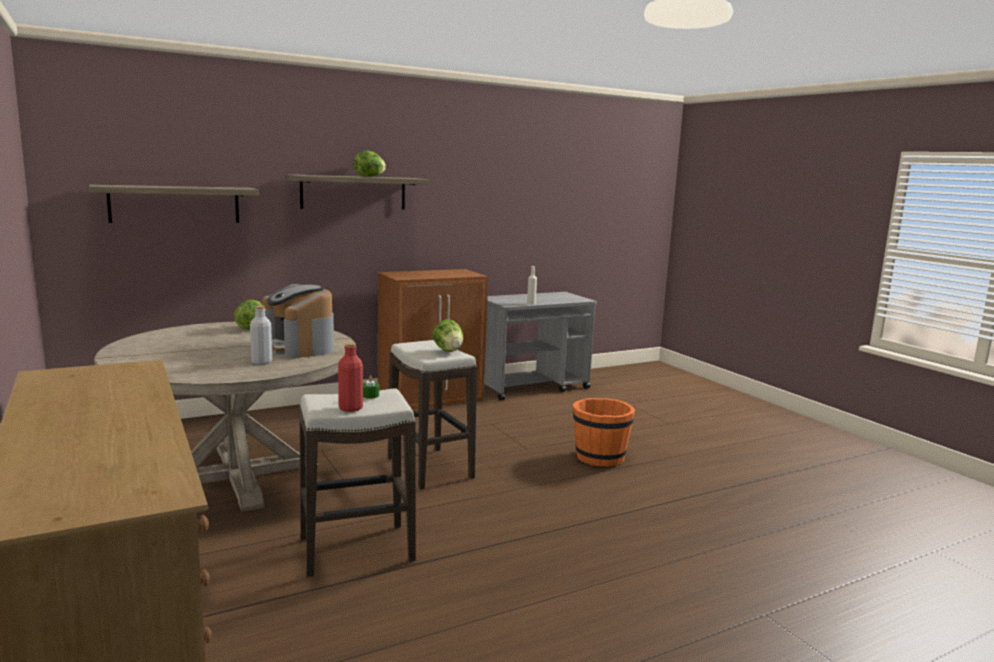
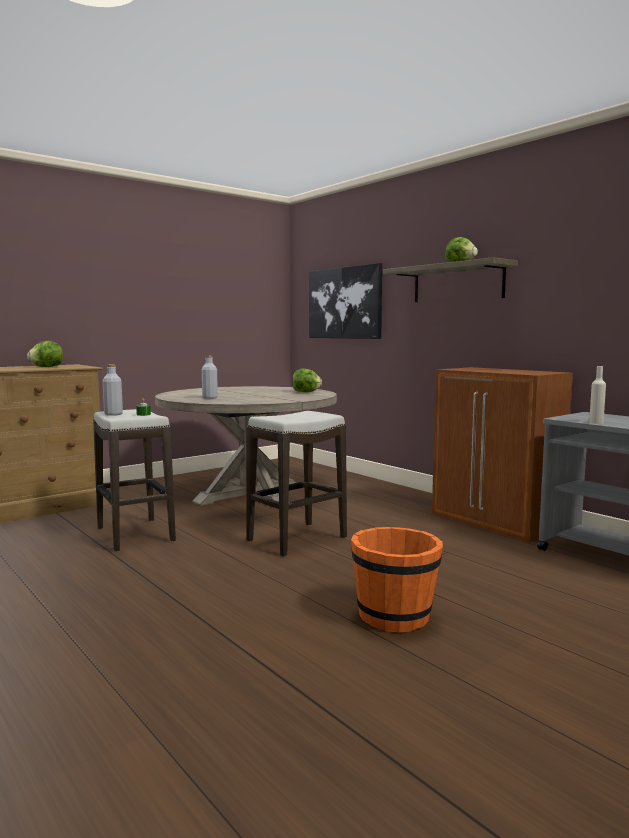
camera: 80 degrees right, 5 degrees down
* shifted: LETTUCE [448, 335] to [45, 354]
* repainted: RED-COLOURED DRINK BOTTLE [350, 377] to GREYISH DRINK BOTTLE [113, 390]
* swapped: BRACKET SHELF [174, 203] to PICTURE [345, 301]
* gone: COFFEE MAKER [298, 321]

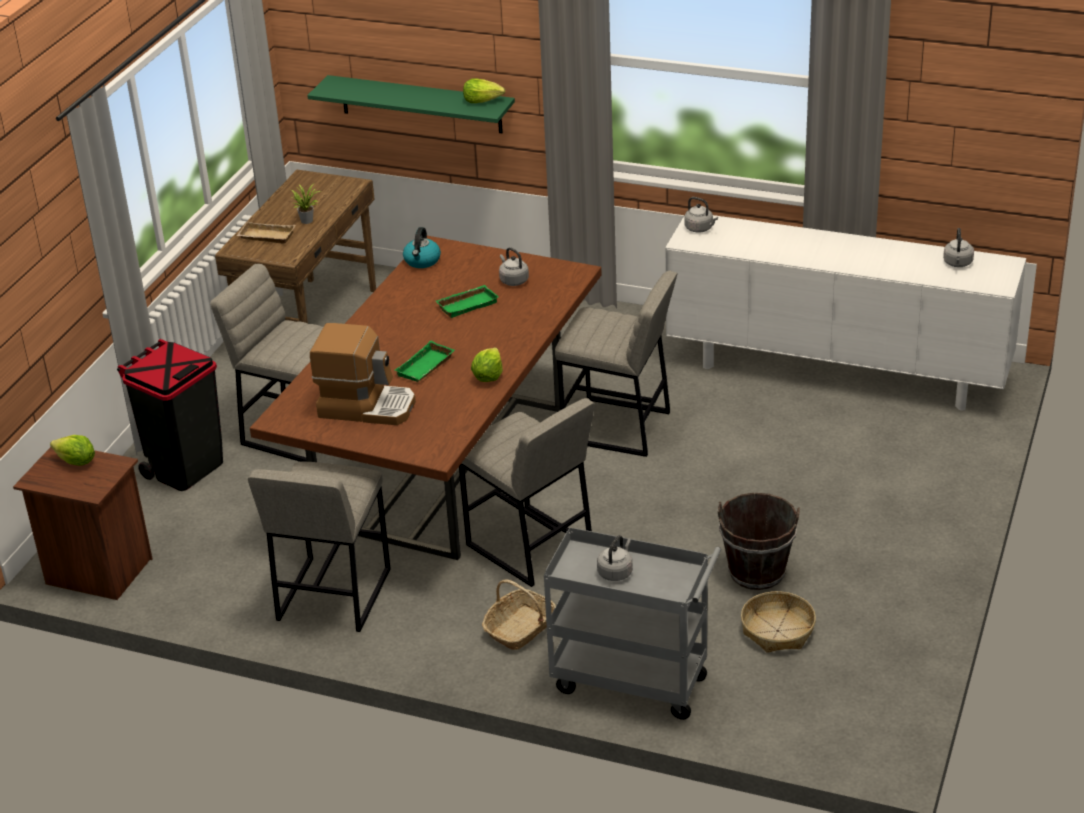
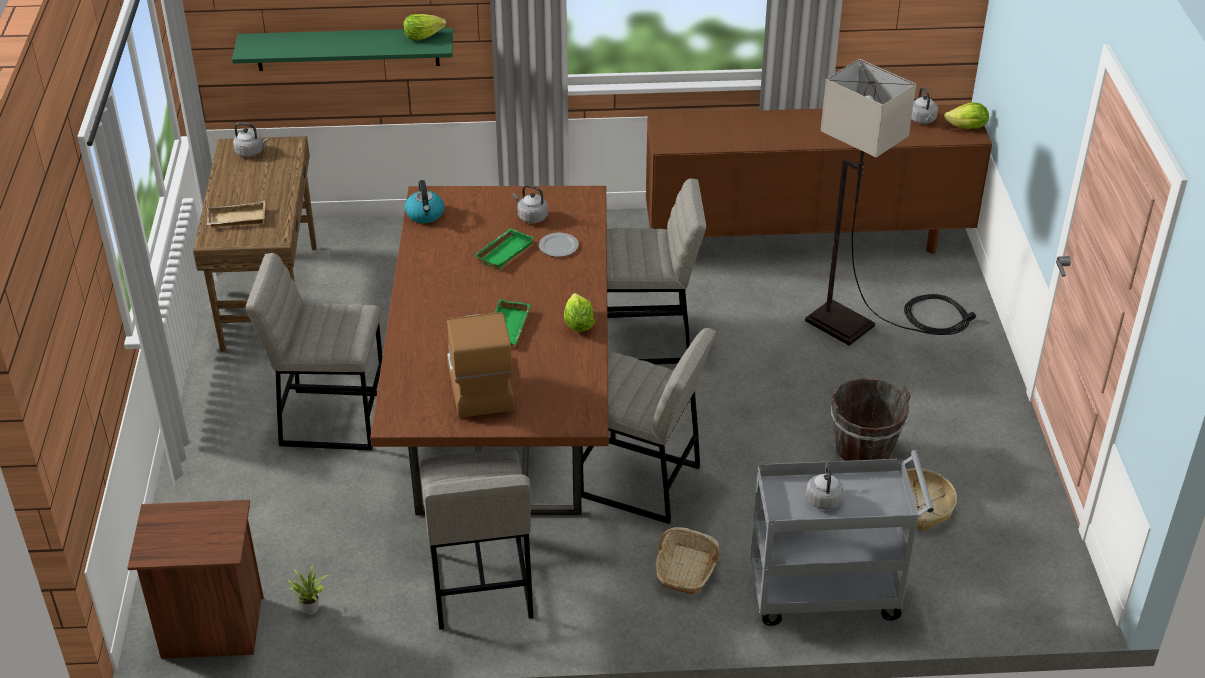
camera: 25 degrees left, 5 degrees up
* shifted: GREYISH TEA KETTLE [701, 214] to [250, 140]
* shifted: POTTED PLANT [305, 204] to [307, 589]
* rotated: COFFEE MAKER [363, 374] = [480, 365] 90 degrees counterclockwise
* new: FLAT DISH [559, 245]
* repainted: WHITISH STORAGE CABINET [845, 313] to BROWN STORAGE CABINET [819, 179]
* new: FLOOR LAMP [890, 202]
* shifted: LETTUCE [72, 450] to [966, 116]
* gone: BLACKISH TRASH CAN [170, 415]

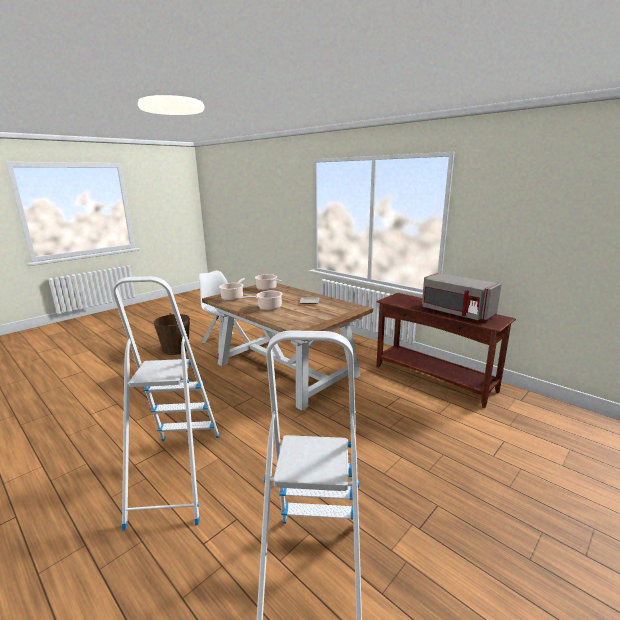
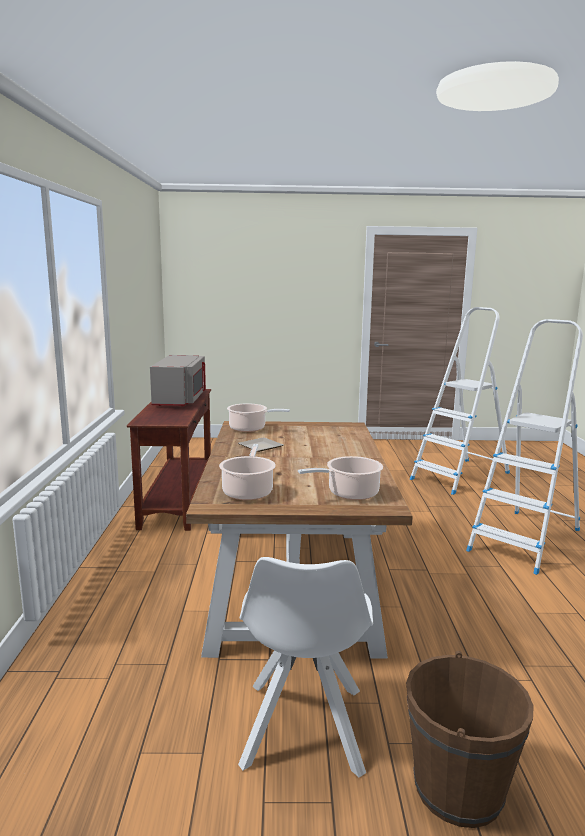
camera: 135 degrees left, 5 degrees down
* shifted: STOCKPOT [261, 300] to [258, 418]

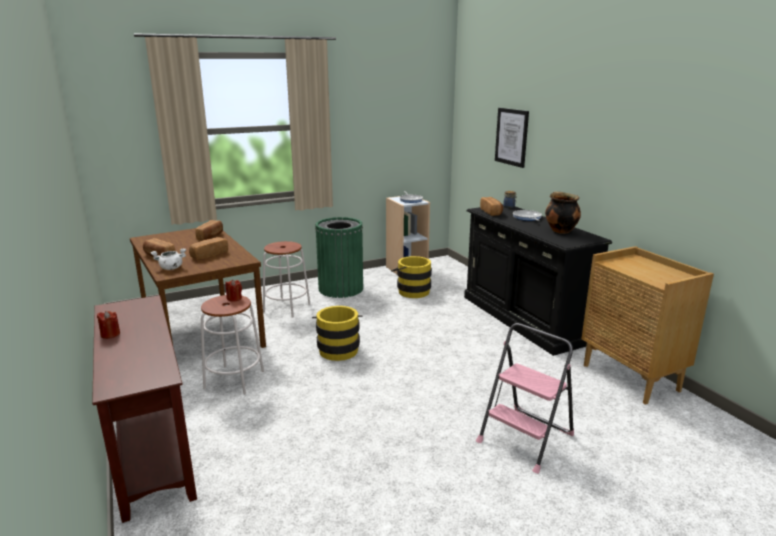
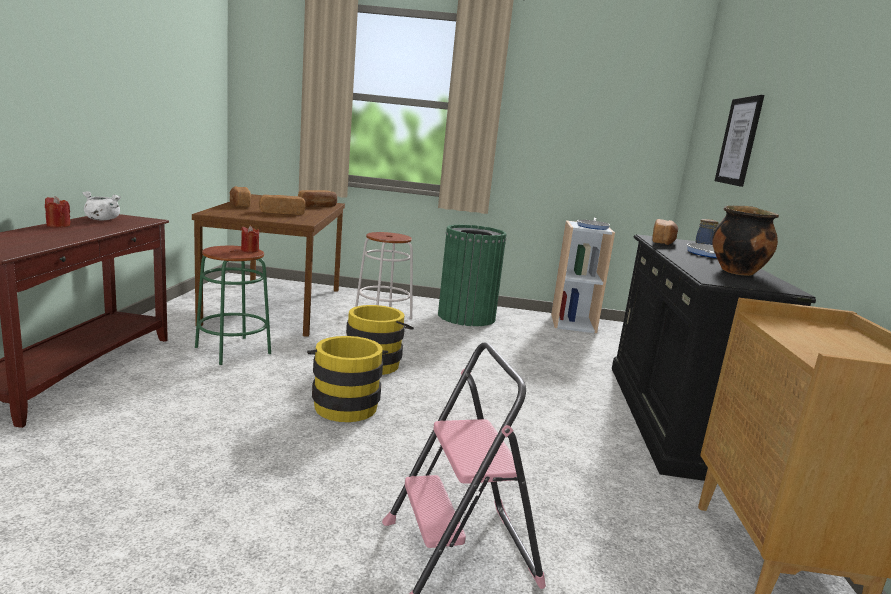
camera: 30 degrees right, 5 degrees down
* shifted: WHITISH STOCKPOT [168, 259] to [101, 206]
* repainted: WHITISH SITTING STOOL [232, 345] to GREENISH SITTING STOOL [233, 305]
* shifted: YELLOW-COLOURED PAIL [411, 277] to [347, 379]

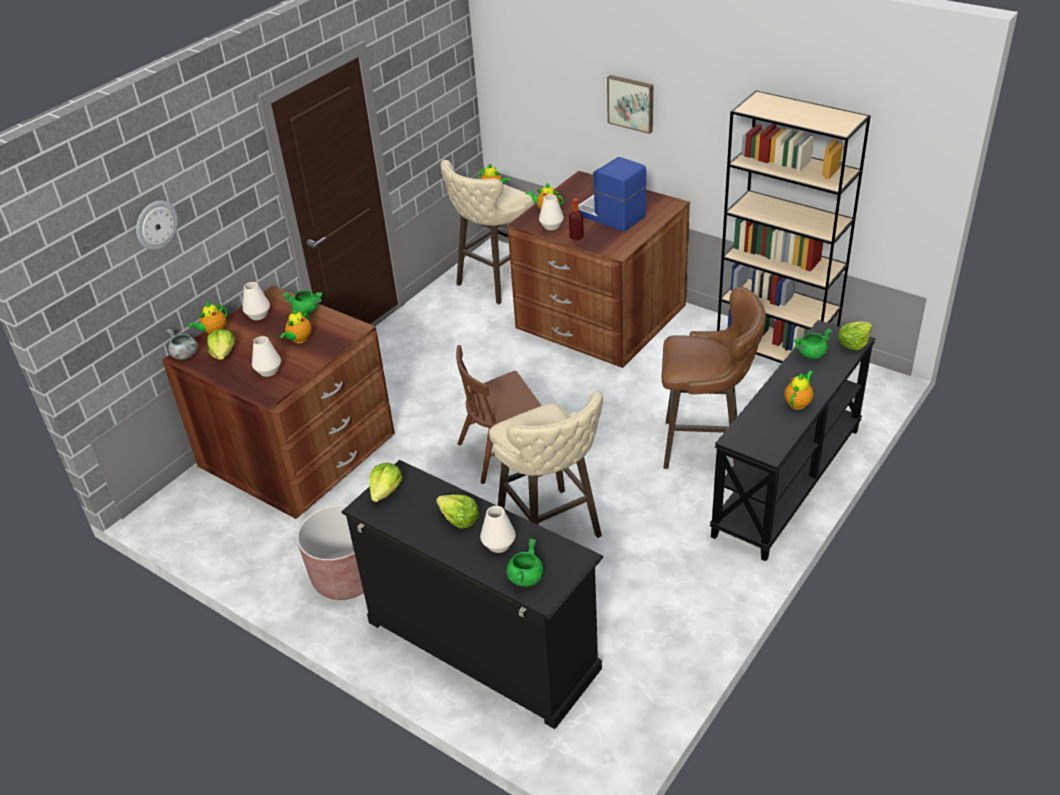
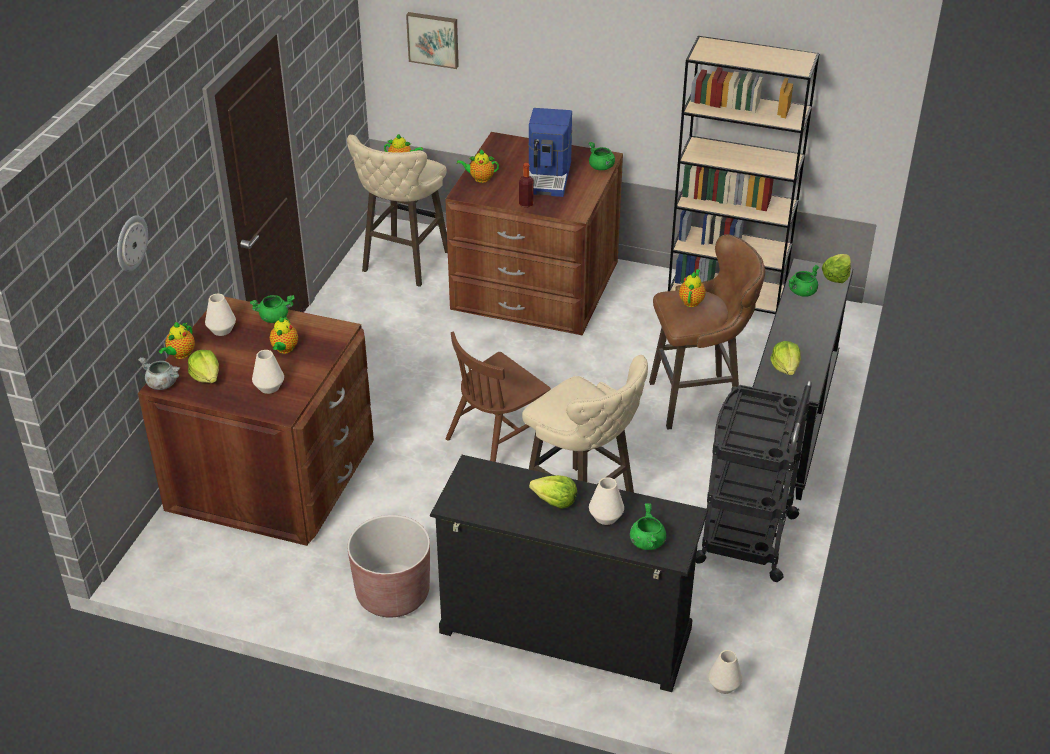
camera: 20 degrees left, 0 degrees up
* shifted: PICTURE [630, 104] to [432, 40]
* rotated: COFFEE MAKER [612, 194] = [550, 152] 105 degrees counterclockwise
* new: GREENISH STOCKPOT [601, 156]
* shifted: TEAPOT [799, 390] to [692, 288]
* new: BLACKISH CART [754, 481]
* shifted: WHITISH DECORATIVE VASE [551, 212] to [725, 672]
* shifted: LETTUCE [386, 482] to [785, 358]

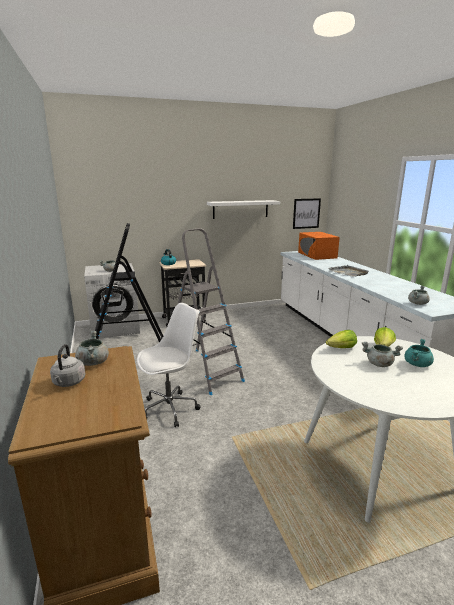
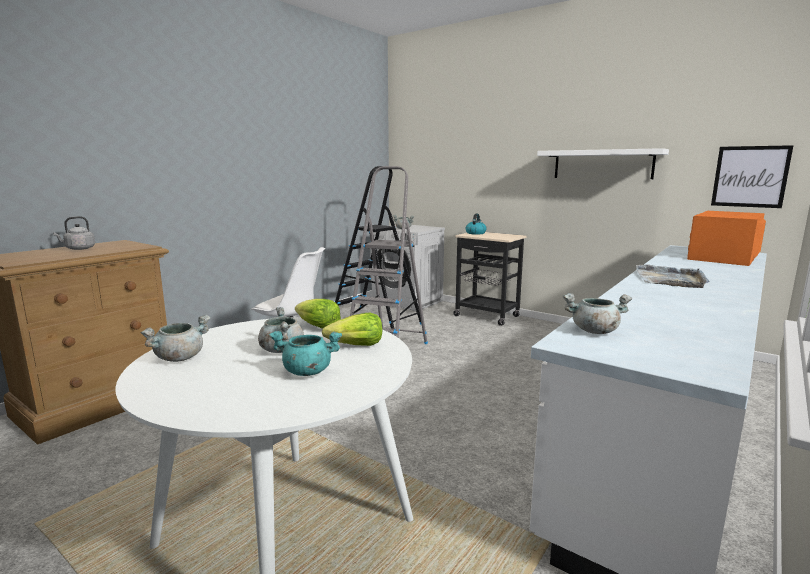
camera: 55 degrees right, 5 degrees down
* shifted: GREYISH STOCKPOT [92, 348] to [176, 338]

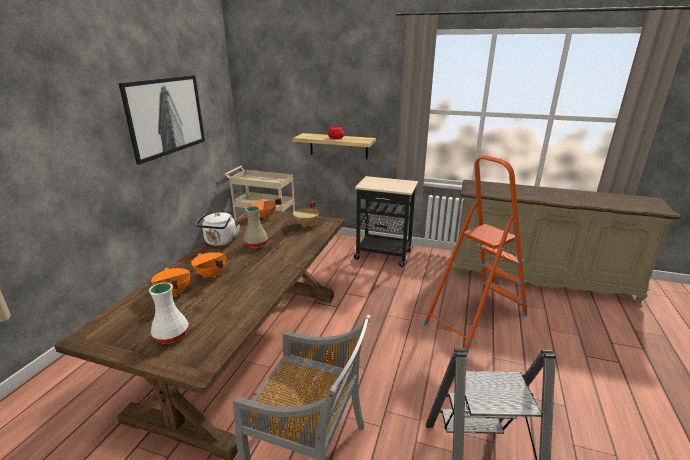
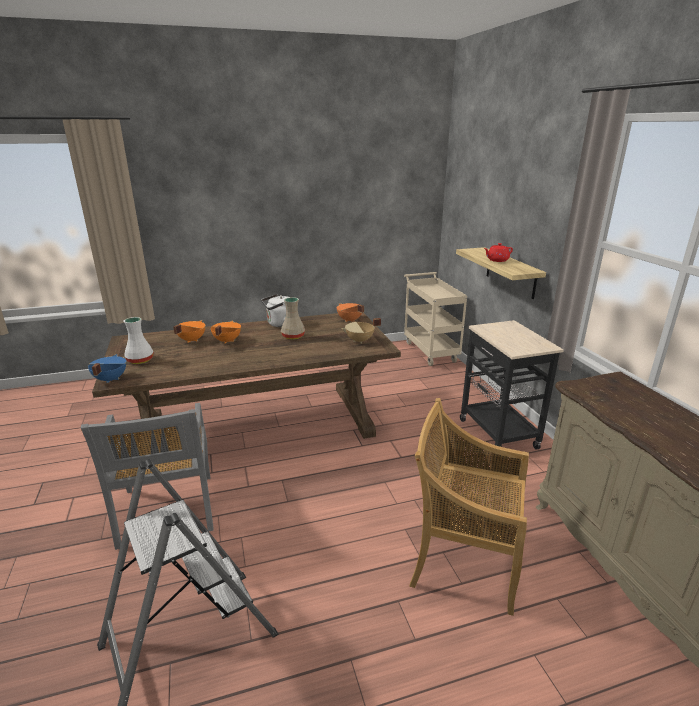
camera: 55 degrees right, 0 degrees up
* new: BLUISH STOCKPOT [107, 368]
* swapped: ORANGE-COLOURED STEP LADDER [475, 254] to BEIGE PLAIN CHAIR [469, 507]
* gone: PICTURE [162, 120]

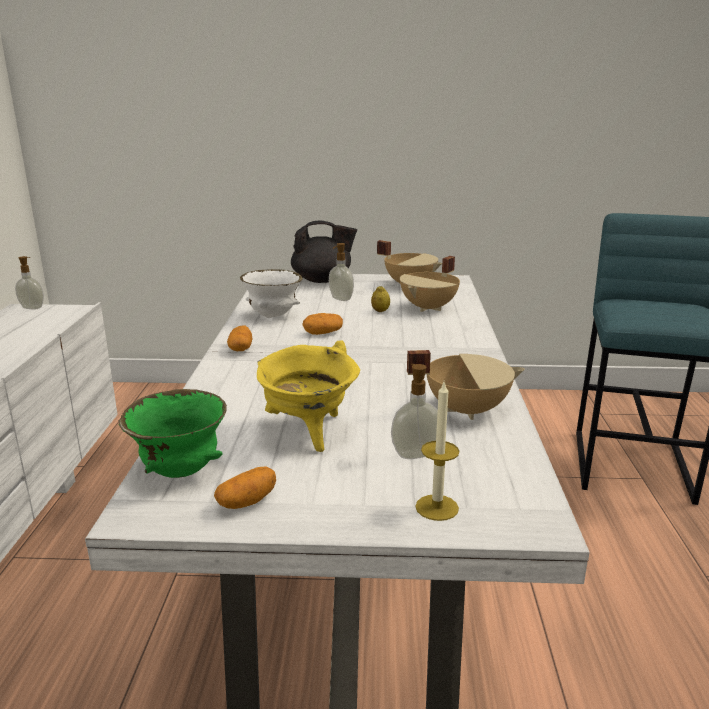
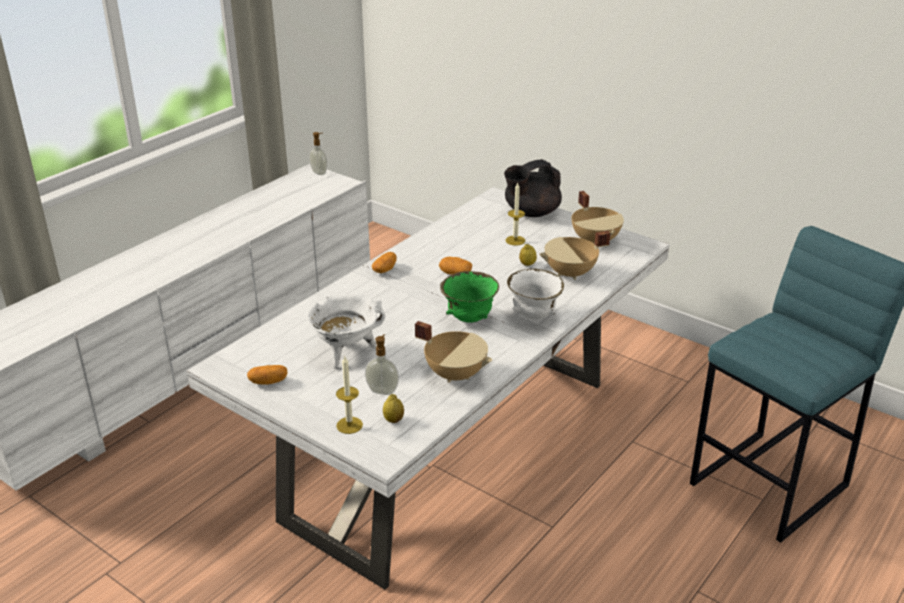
camera: 35 degrees right, 10 degrees up
* repainted: YELLOW-COLOURED STOCKPOT [308, 396] to WHITISH STOCKPOT [345, 330]
* new: WHOLE LEMON [393, 408]
* shifted: GREENISH DEEP DISH [173, 433] to [469, 297]
* rotated: BLACKISH TEAPOT [324, 251] = [533, 188] 120 degrees clockwise
* swapped: LIQUID SOAP BOTTLE [341, 272] to WAX CANDLE [515, 214]
* shifted: WHITISH DEEP DISH [271, 293] to [535, 294]

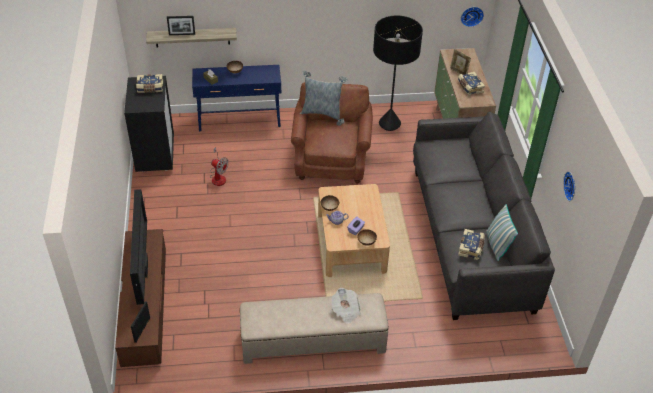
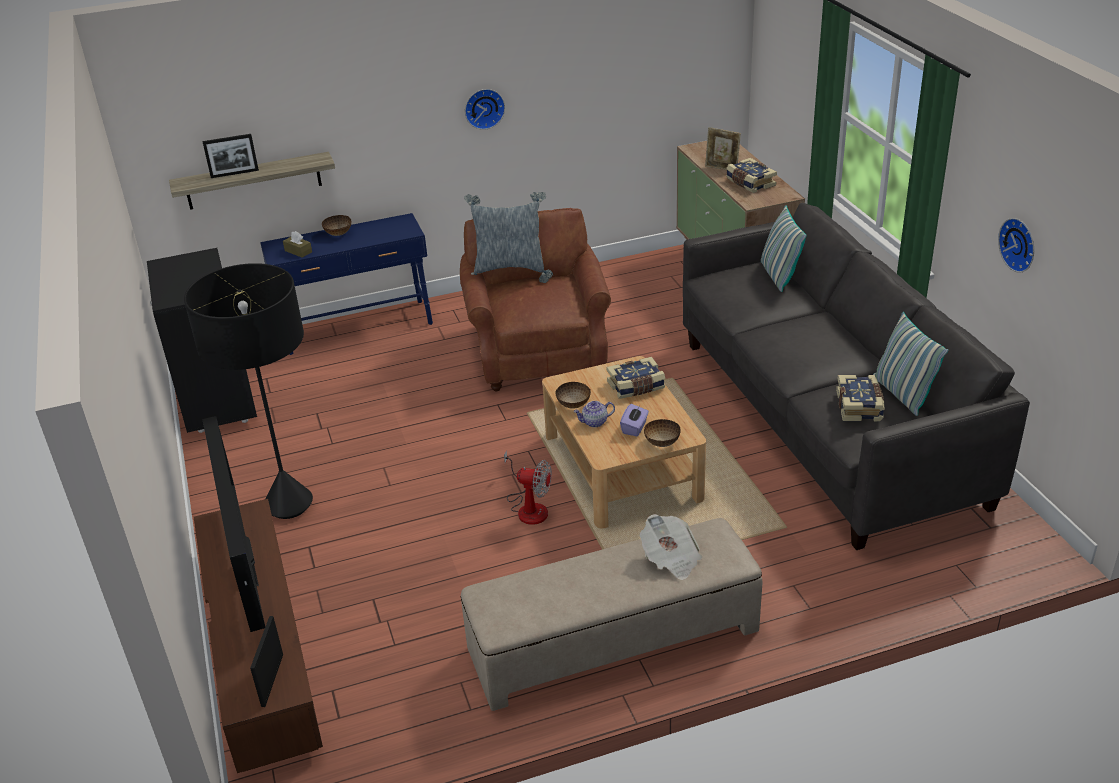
camera: 10 degrees left, 10 degrees down
* shifted: BLACKISH FLOOR LAMP [398, 73] to [248, 391]
* shifted: CLOCK ON THE WALL [472, 17] to [485, 109]
* shifted: ELECTRIC FAN [219, 166] to [528, 487]
* shifted: BOOK [149, 83] to [636, 378]
* new: PILLOW [784, 248]

